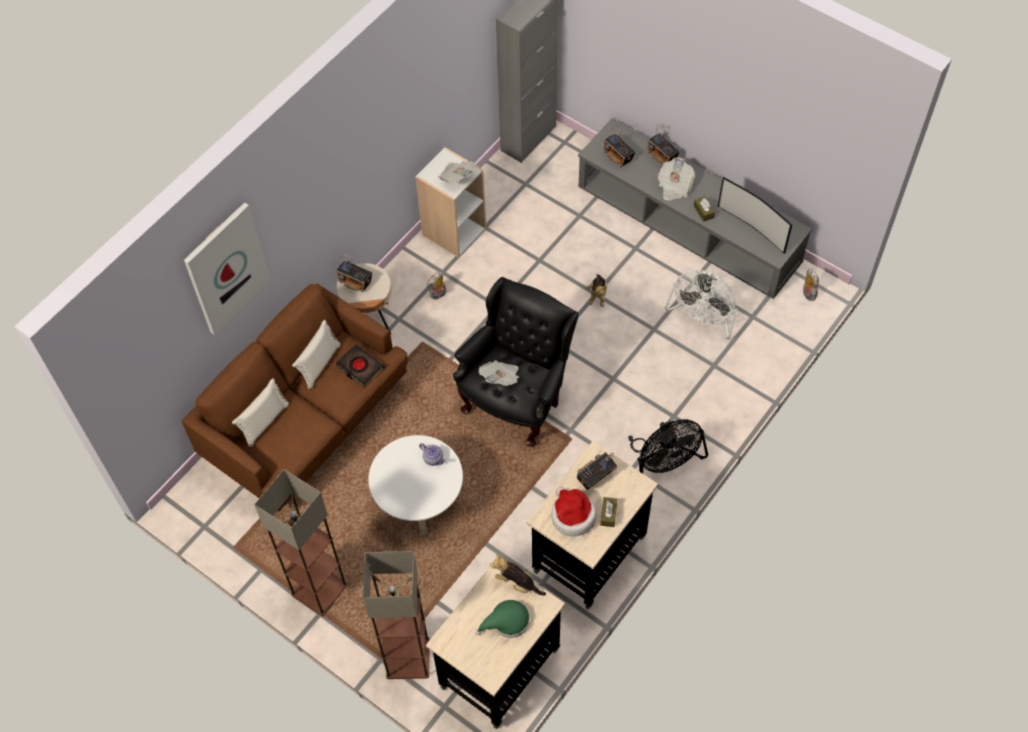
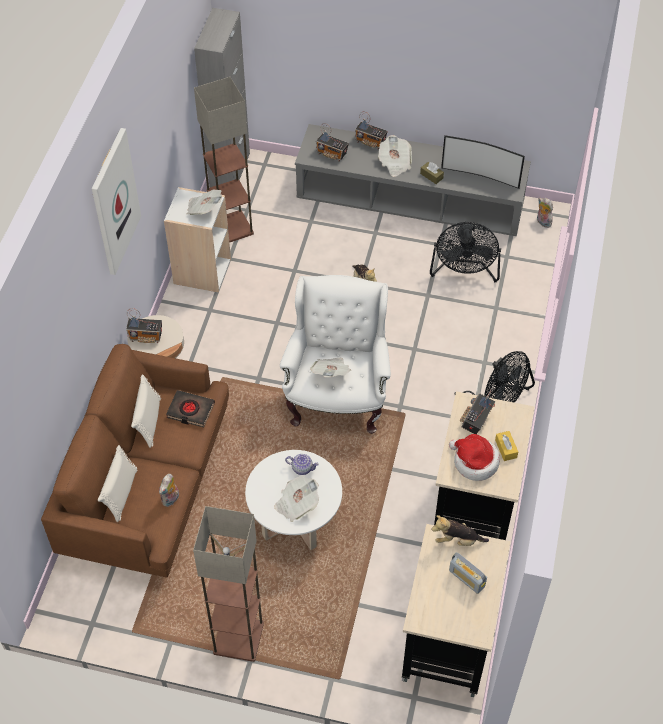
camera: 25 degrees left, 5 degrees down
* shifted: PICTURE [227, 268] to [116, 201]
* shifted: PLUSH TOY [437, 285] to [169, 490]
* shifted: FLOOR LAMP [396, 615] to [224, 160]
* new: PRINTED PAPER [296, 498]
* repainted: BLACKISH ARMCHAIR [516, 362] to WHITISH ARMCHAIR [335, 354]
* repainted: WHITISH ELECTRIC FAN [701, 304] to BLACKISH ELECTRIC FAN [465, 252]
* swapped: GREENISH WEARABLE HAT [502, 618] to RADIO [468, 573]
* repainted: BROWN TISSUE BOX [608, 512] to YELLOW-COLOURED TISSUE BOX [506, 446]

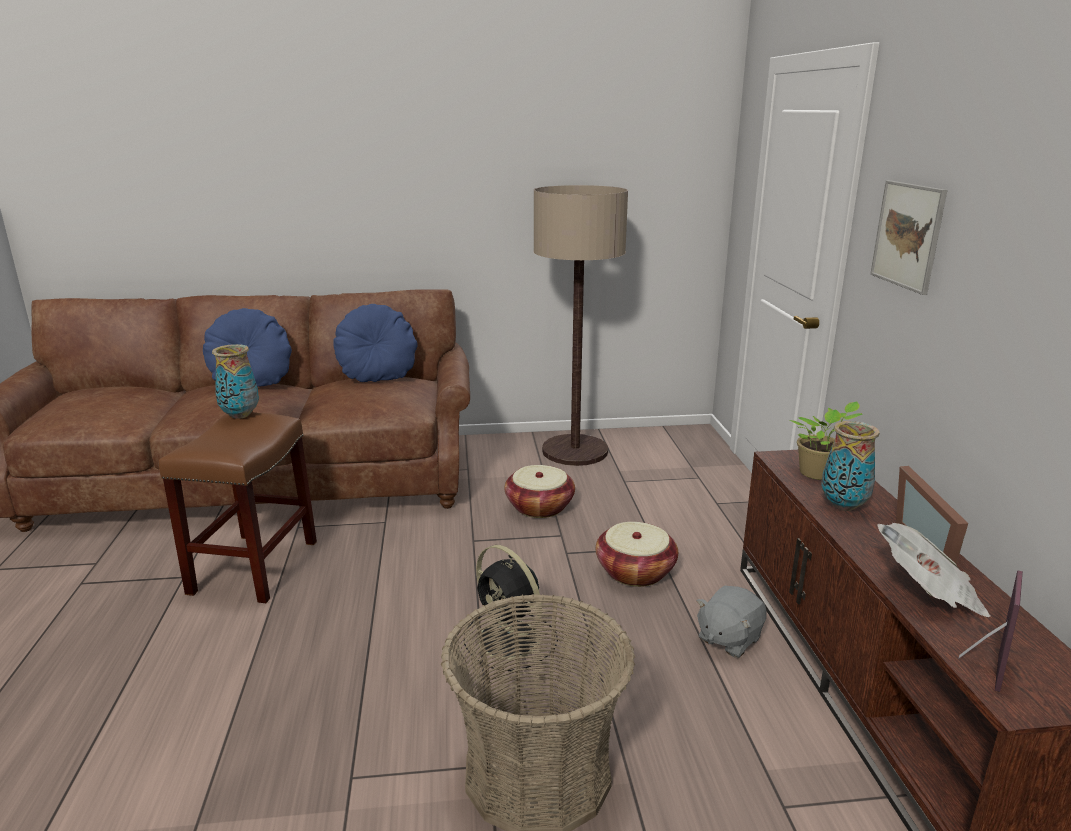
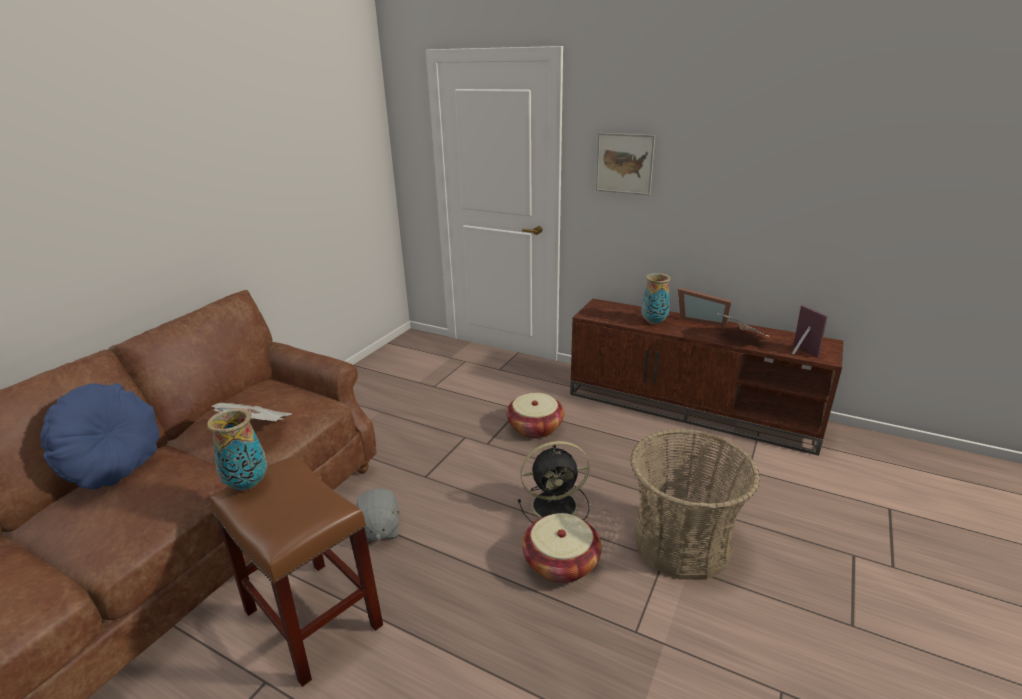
camera: 55 degrees left, 5 degrees up
* new: PRINTED PAPER [252, 412]
* shifted: GREYISH PLUSH TOY [732, 622] to [378, 516]
* shifted: STORAGE BASKET [540, 491] to [562, 548]
* gone: BLUISH PILLOW [375, 343]
* gone: FLOOR LAMP [580, 325]
* gone: POTTED PLANT [826, 440]

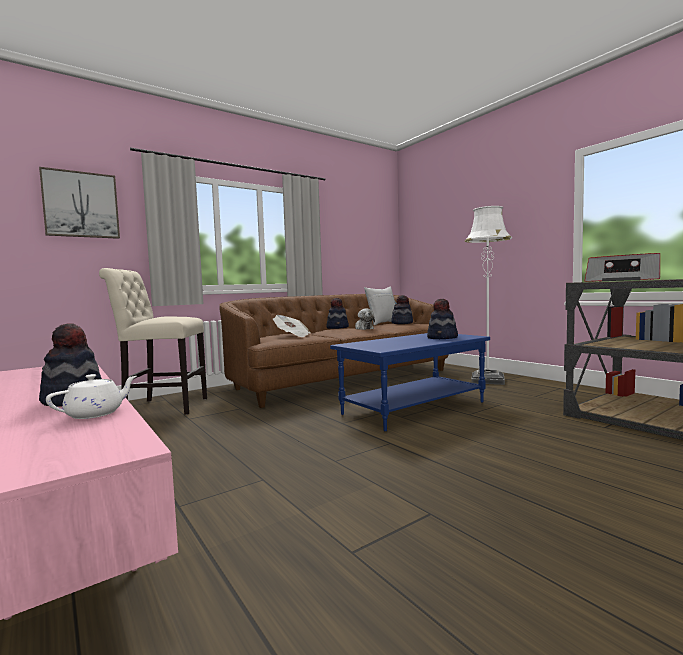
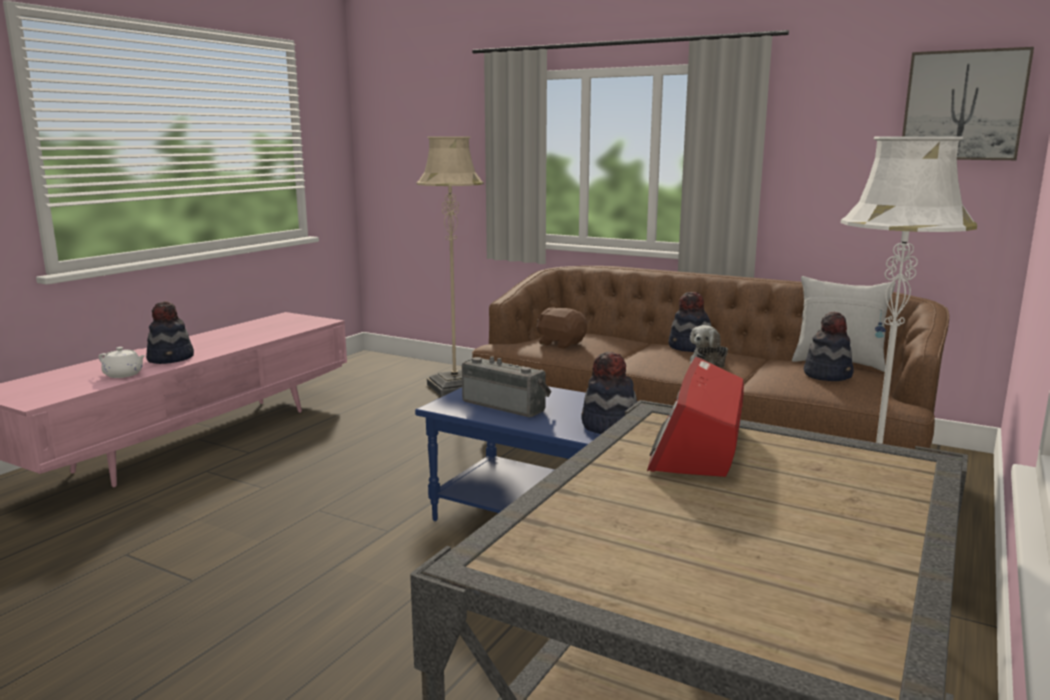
camera: 65 degrees right, 10 degrees up
* swapped: BEIGE SITTING STOOL [153, 341] to BEIGE FLOOR LAMP [450, 267]
* new: RADIO [506, 386]
* swapped: PRINTED PAPER [292, 326] to BROWN PLUSH TOY [561, 328]
* shifted: PICTURE [79, 203] to [968, 103]

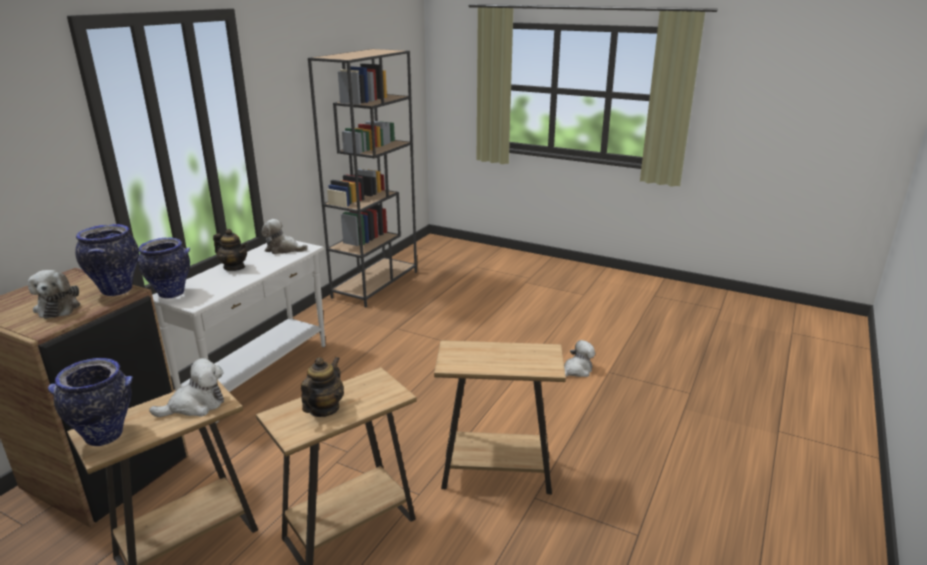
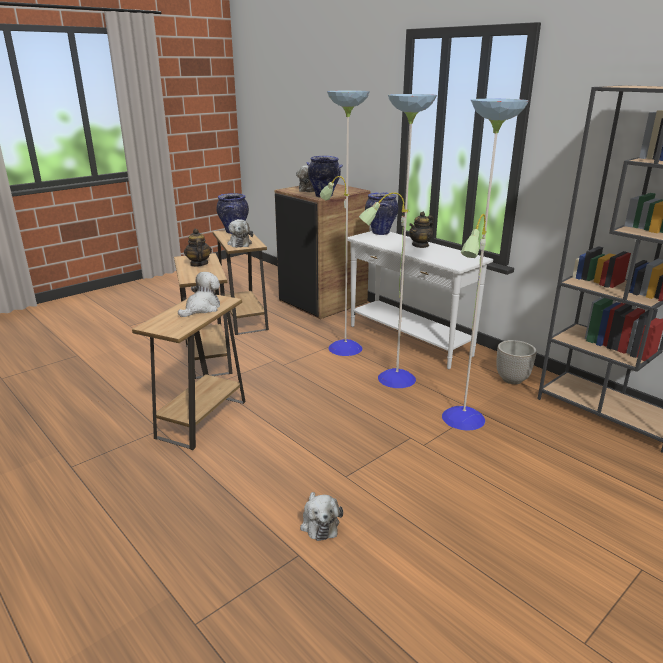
camera: 110 degrees right, 0 degrees up
* shifted: PLUSH TOY [284, 236] to [199, 294]
* rotated: TEAPOT [322, 387] = [198, 248] 150 degrees counterclockwise
* new: FLOOR LAMP [424, 260]
* new: FLOWER POT [516, 362]

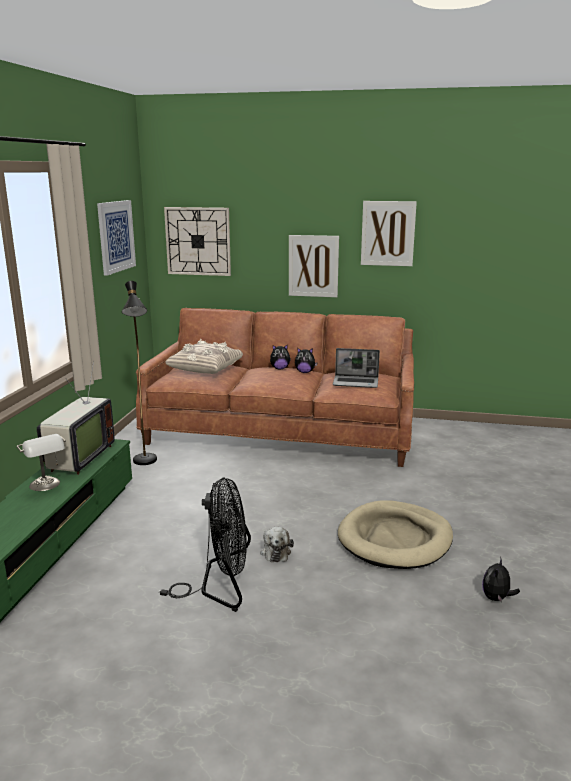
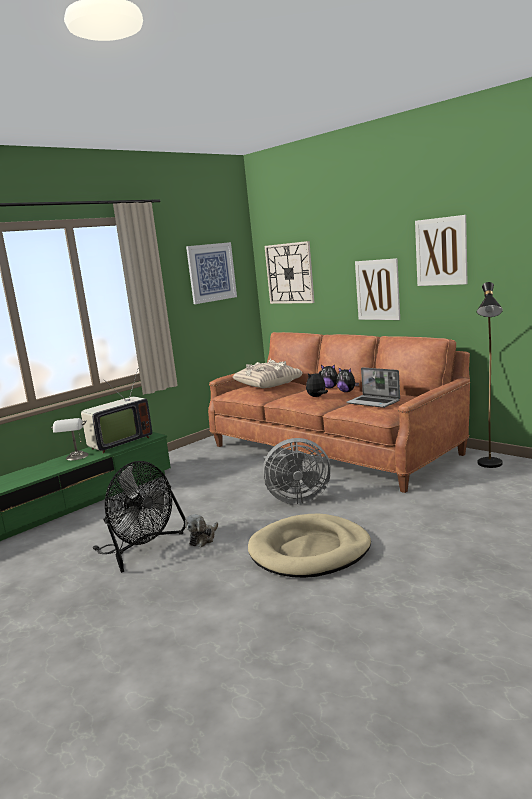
camera: 35 degrees right, 5 degrees down
* new: GREYISH ELECTRIC FAN [296, 471]
* shifted: PLUSH TOY [501, 580] to [317, 383]
* shifted: BLACKISH FLOOR LAMP [139, 373] to [490, 375]

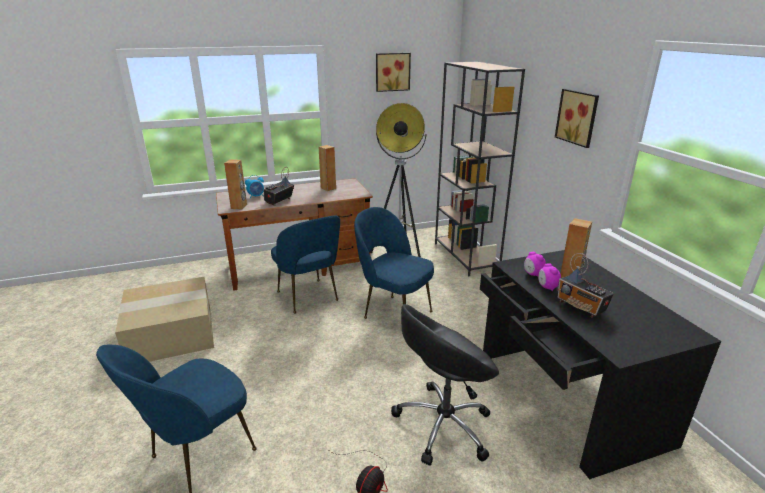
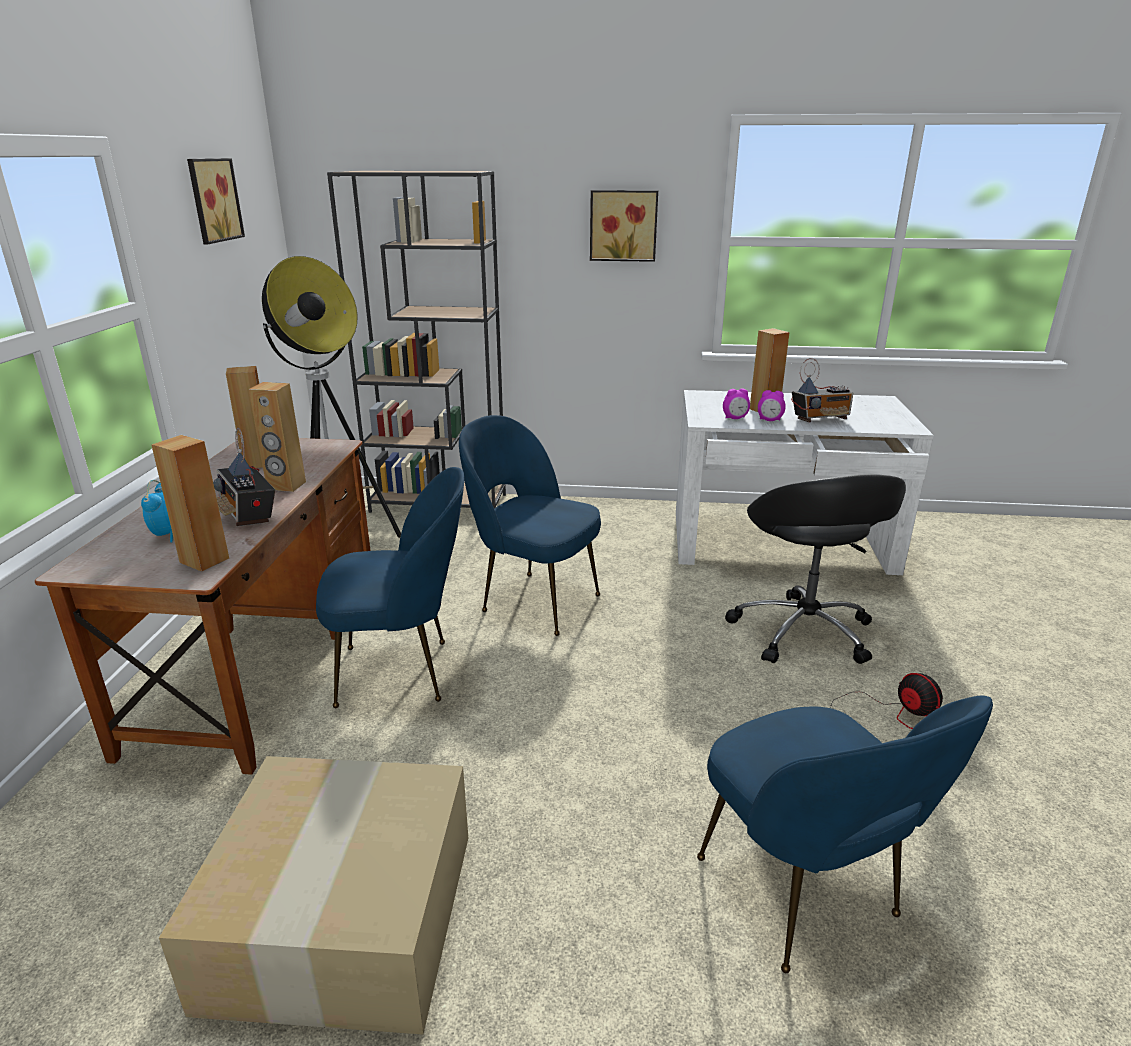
camera: 65 degrees left, 0 degrees up
* new: BROWN AUDIO SPEAKER [277, 437]
* rotated: BLUISH PLAIN CHAIR [394, 263] = [530, 525] 60 degrees clockwise
* repainted: BLACKISH DESK [600, 364] to WHITISH DESK [805, 482]

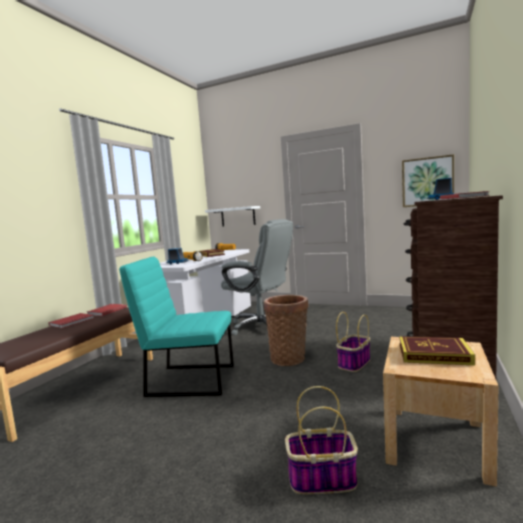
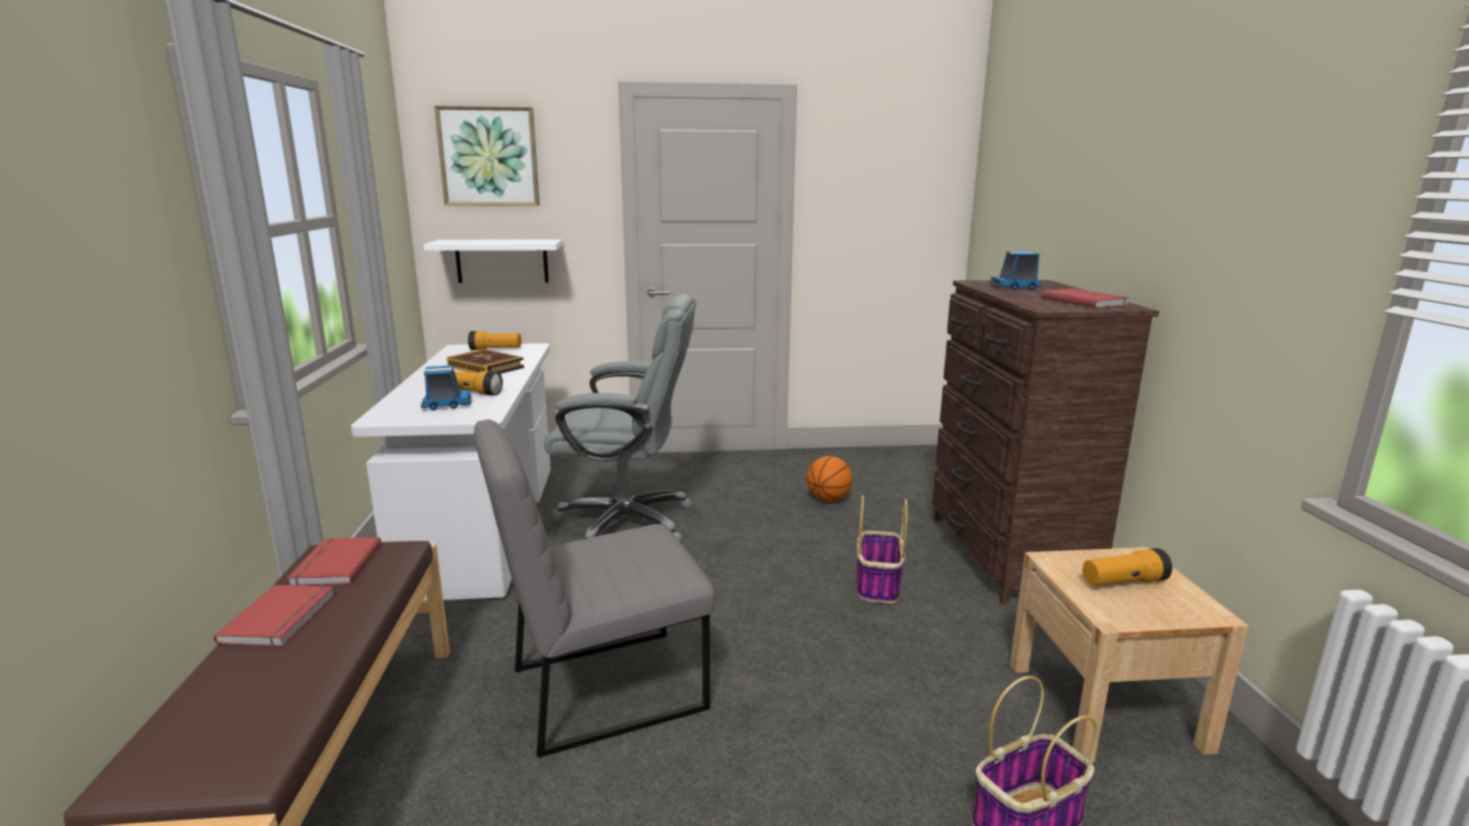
camera: 30 degrees left, 10 degrees up
* shifted: PICTURE [428, 180] to [487, 156]
* repainted: TURQUOISE PLAIN CHAIR [176, 327] to GREYISH PLAIN CHAIR [594, 588]
* new: BASKETBALL [829, 478]
* swapped: BOOK [437, 350] to HAND TORCH [1127, 567]
* gone: STORAGE BASKET [286, 330]

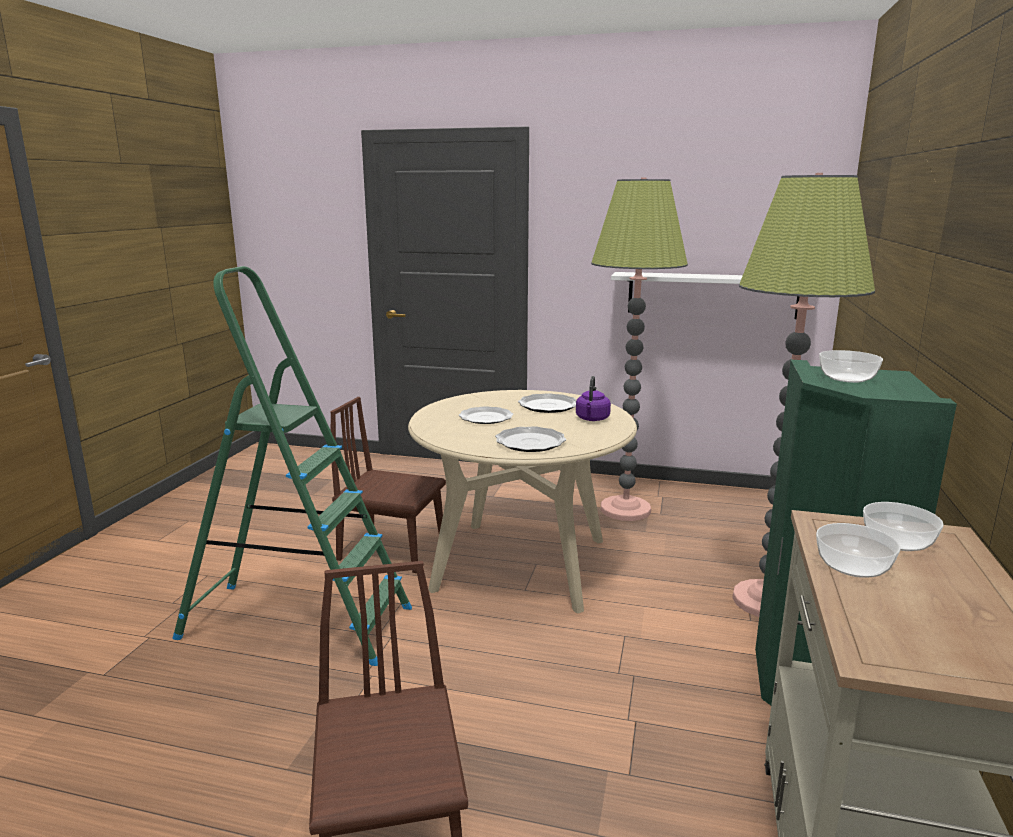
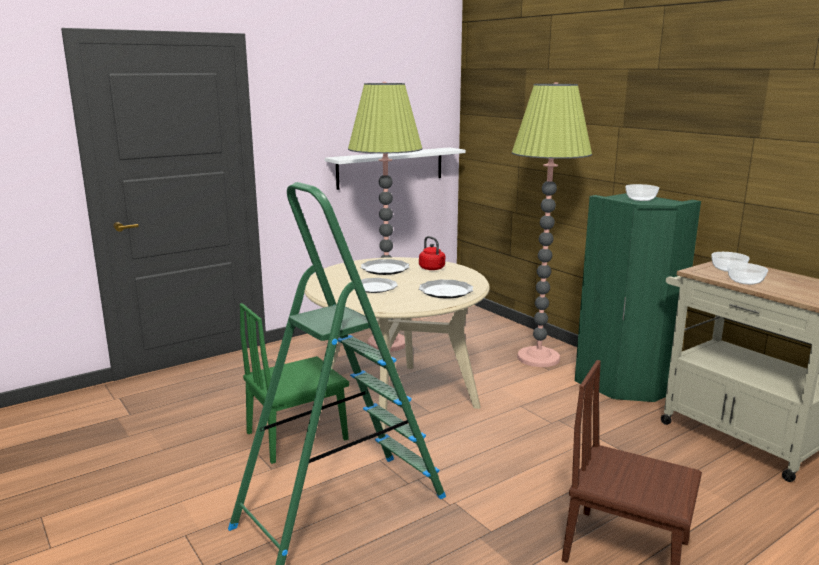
camera: 50 degrees left, 0 degrees up
* repainted: BROWN PLAIN CHAIR [388, 485] to GREENISH PLAIN CHAIR [294, 383]
* repainted: PURPLE TEA KETTLE [593, 398] to RED-COLOURED TEA KETTLE [432, 253]

